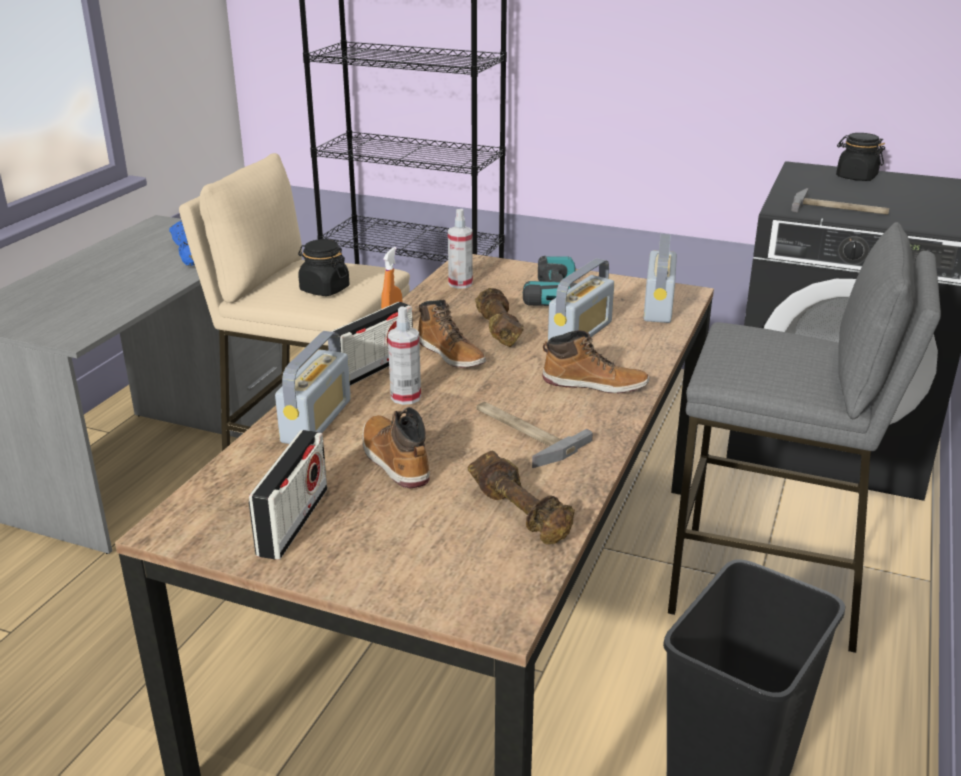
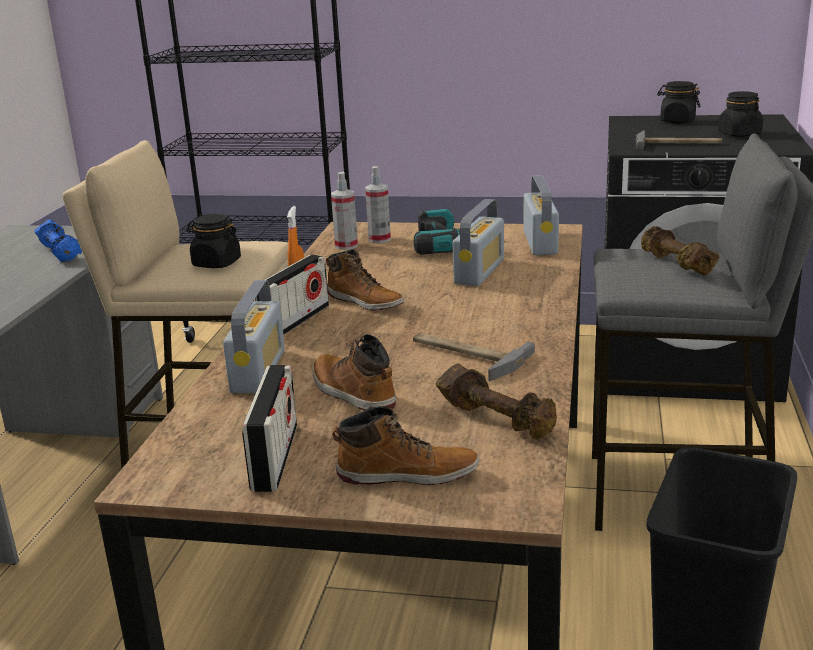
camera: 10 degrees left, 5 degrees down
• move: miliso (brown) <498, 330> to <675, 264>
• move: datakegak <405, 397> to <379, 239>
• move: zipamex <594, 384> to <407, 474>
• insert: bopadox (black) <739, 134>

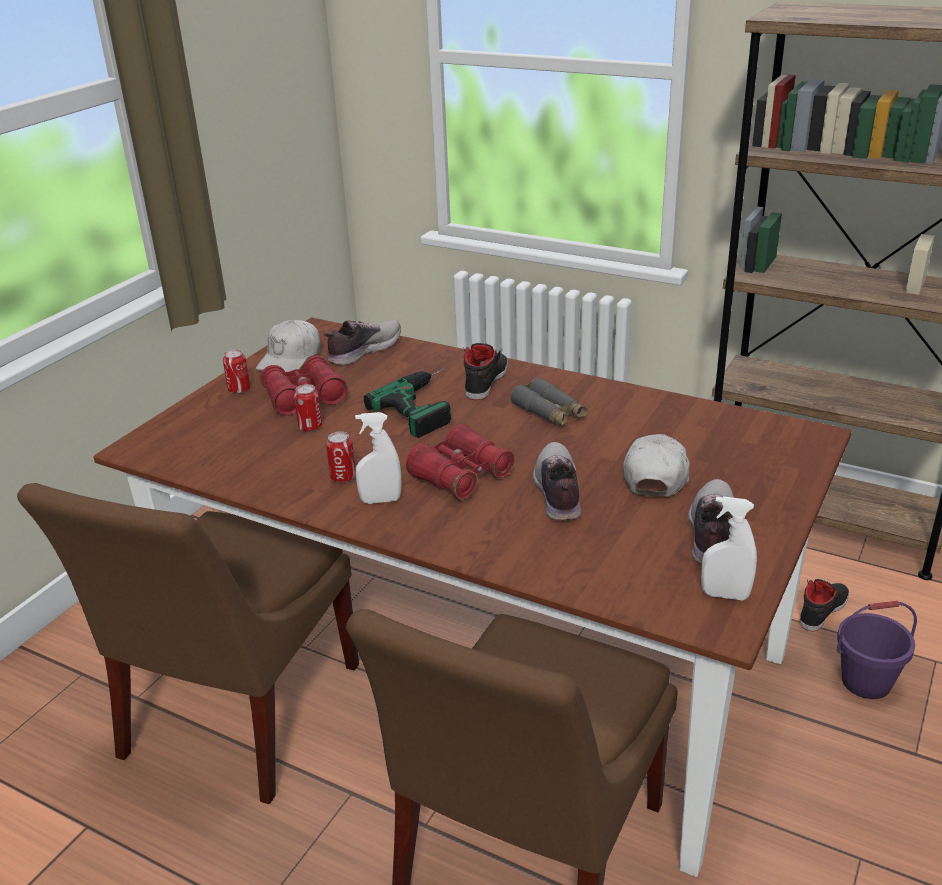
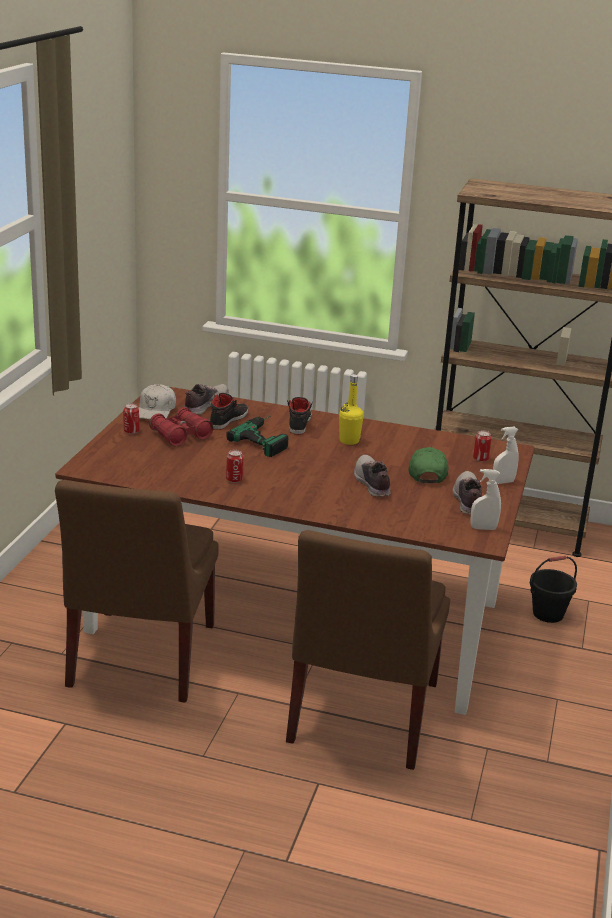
camera: 15 degrees left, 5 degrees down
• replace: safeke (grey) <550, 412> to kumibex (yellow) <349, 441>
• move: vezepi <310, 427> to <480, 459>
• move: datakegak (white) <380, 500> to <503, 482>
• delete: safeke (red) <461, 476>
• recolor: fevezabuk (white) <656, 475> to fevezabuk (green) <427, 473>
• move: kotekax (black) <822, 610> to <228, 419>
• recolor: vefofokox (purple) <866, 682> to vefofokox (black) <548, 614>

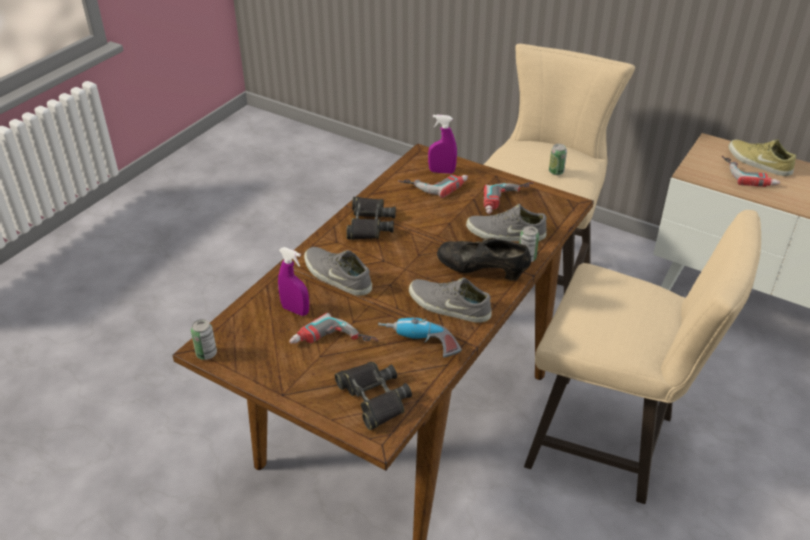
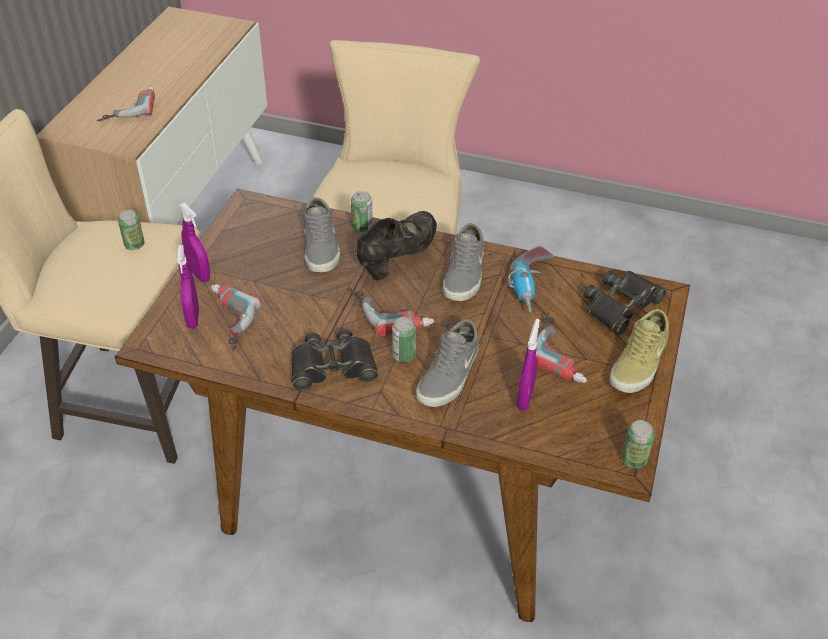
camera: 105 degrees left, 5 degrees up
• move: kotekax (beige) <758, 162> to <640, 363>
• move: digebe <509, 201> to <391, 311>
• rotate: kotekax (black) <482, 272> = <398, 257> 150 degrees counterclockwise
• insert: datakegak (purple) <199, 274>
• insert: vezepi <404, 355>

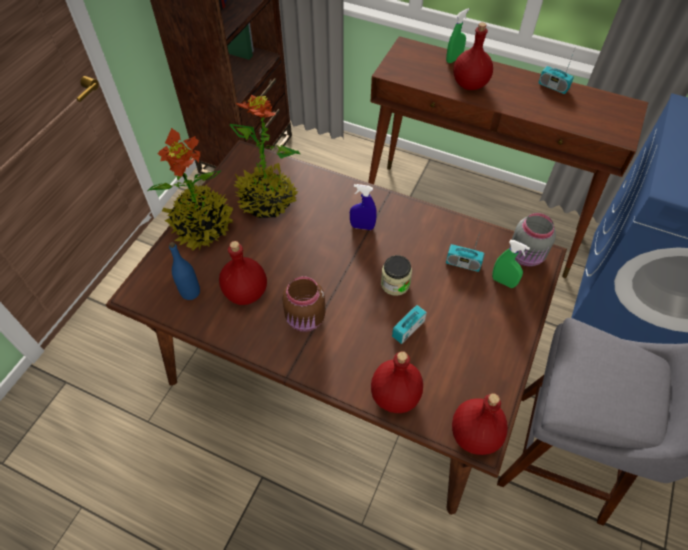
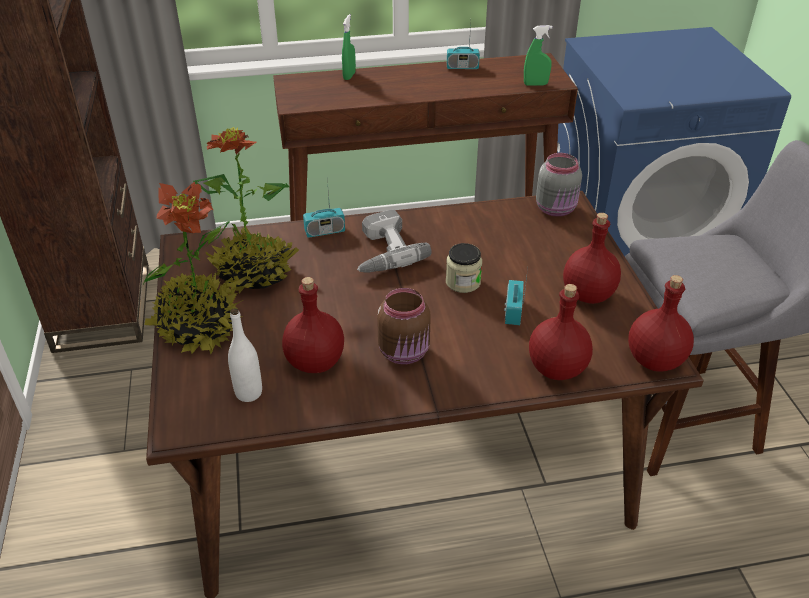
camera: 35 degrees left, 15 degrees down
• move: kumibex (red) <469, 84> to <587, 294>
• replace: datakegak (blue) <362, 227> to digebe <382, 251>
• move: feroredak <463, 263> to <324, 231>
• move: datakegak (green) <503, 282> to <535, 84>
• recolor: kumibex (blue) <190, 292> to kumibex (white) <248, 393>

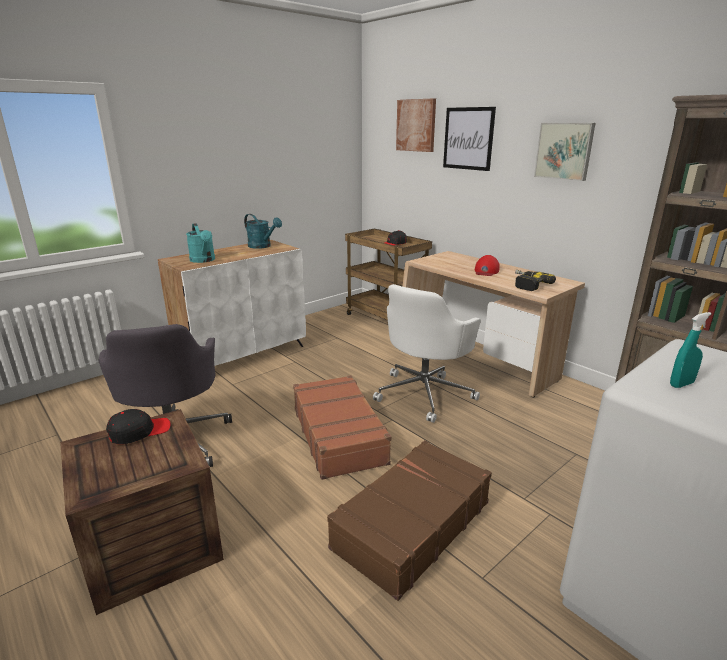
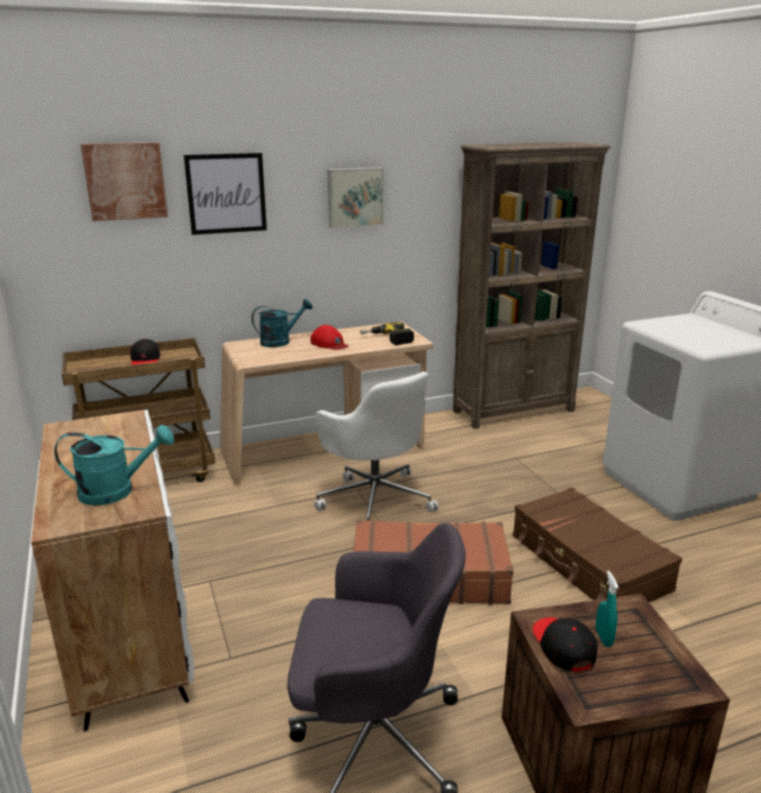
camera: 70 degrees left, 0 degrees up
• move: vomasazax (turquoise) <262, 246> to <280, 341>
• move: datakegak (turquoise) <681, 384> to <603, 638>

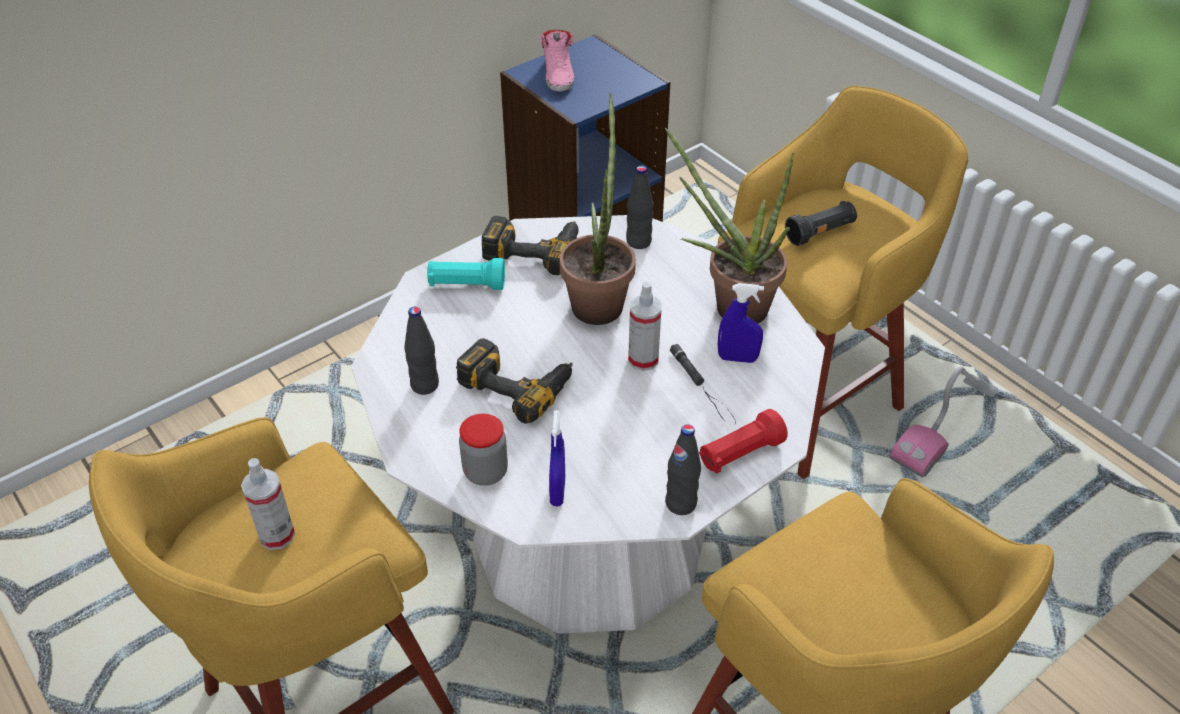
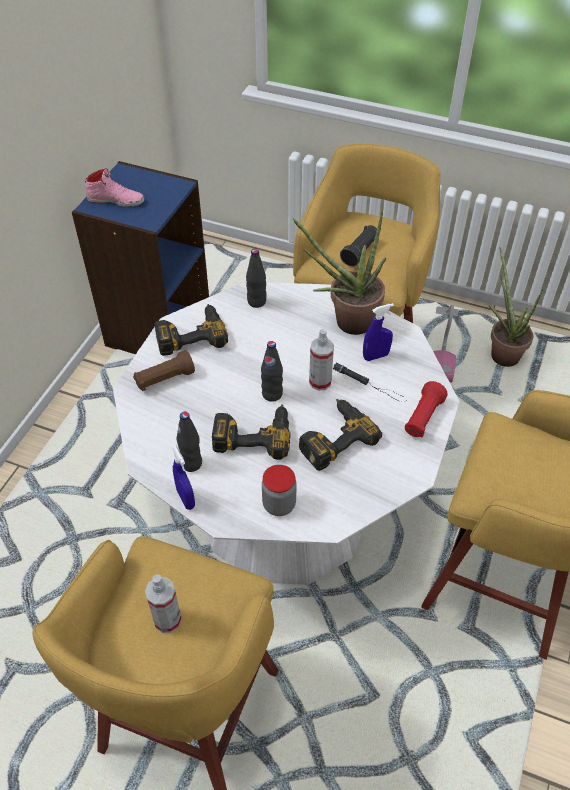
camera: 30 degrees left, 5 degrees up
• rotate: kotekax (pink) <558, 74> = <116, 200> 45 degrees counterclockwise
• move: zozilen <599, 299> to <501, 352>
• recolor: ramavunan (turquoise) <466, 285> to ramavunan (brown) <164, 379>
• move: datakegak (blue) <557, 491> to <186, 499>
• move: kumibex (black) <681, 503> to <272, 394>
• insert: digebe <333, 437>

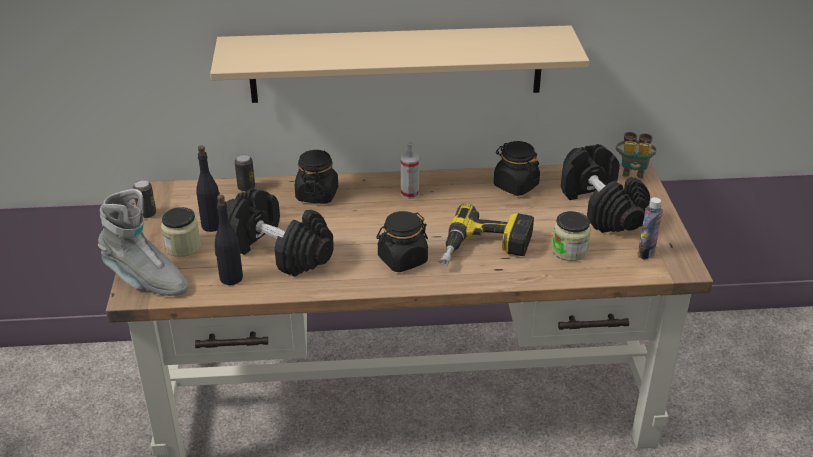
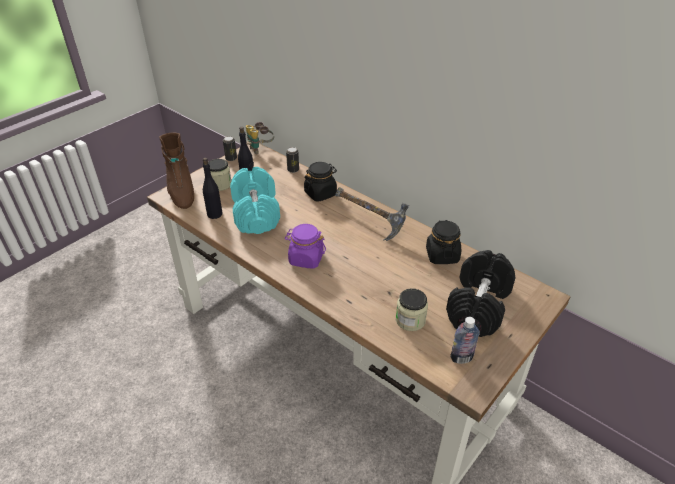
camera: 45 degrees right, 5 degrees up
• delete: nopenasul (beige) <396, 64>
• move: safeke <633, 171> to <260, 149>
• replace: datakegak <409, 193> to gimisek <370, 222>
• recolor: miliso (black) <279, 250> to miliso (turquoise) <256, 213>
• recolor: zipamex (grey) <145, 280> to zipamex (brown) <181, 192>
• delete: digebe <485, 250>
• recolor: bopadox (black) <402, 260> to bopadox (purple) <306, 259>

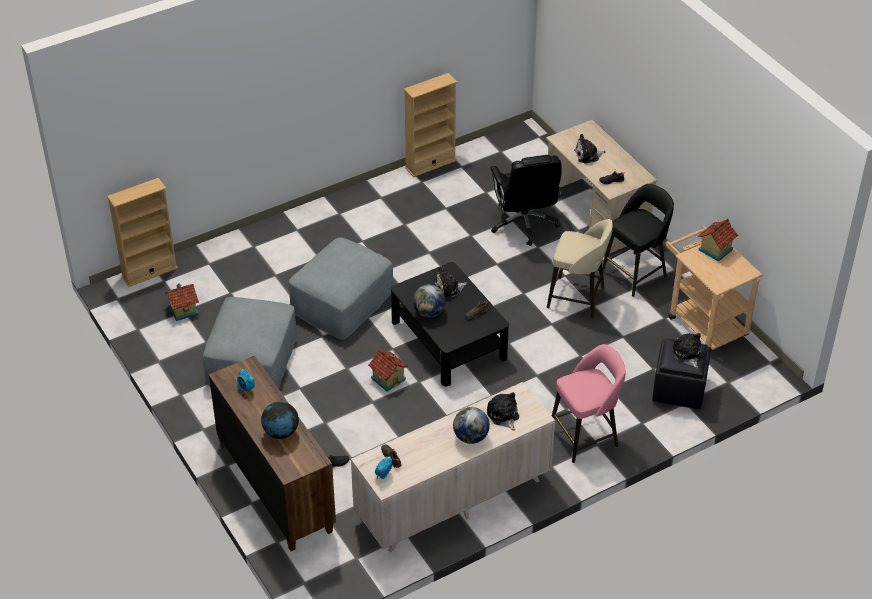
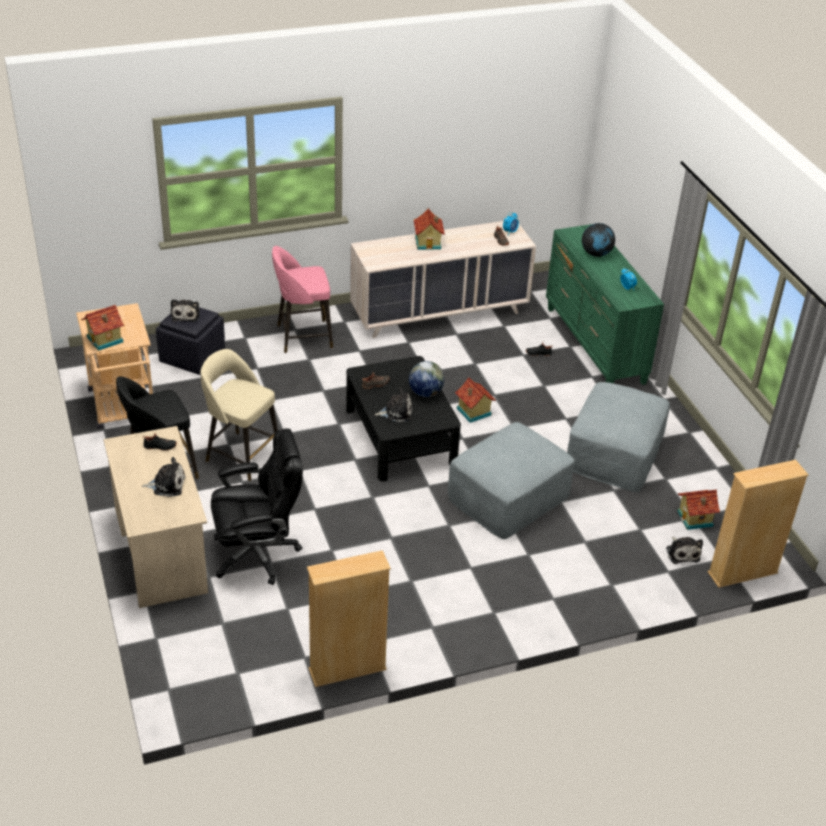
camera: 170 degrees left, 5 degrees down
• rotate: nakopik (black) <524, 224> = <257, 553> 75 degrees clockwise
• recolor: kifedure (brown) <276, 486> to kifedure (green) <594, 346>
• move: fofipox <503, 416> to <682, 553>
• replace: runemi <470, 437> to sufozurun <429, 243>

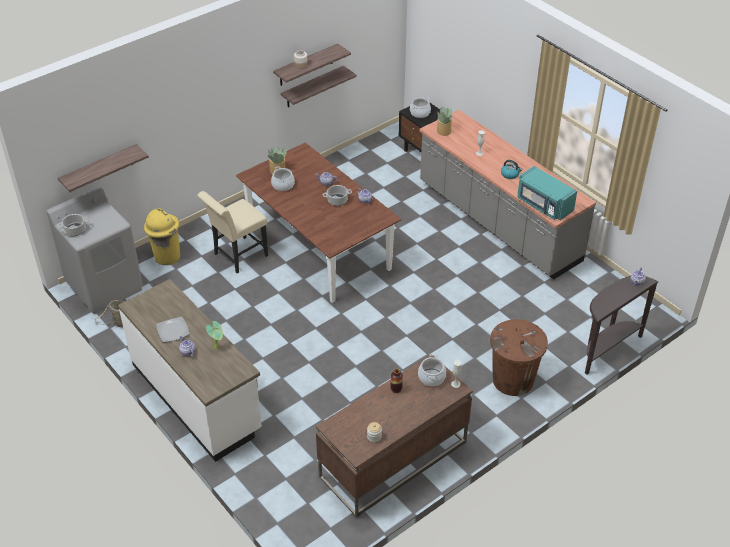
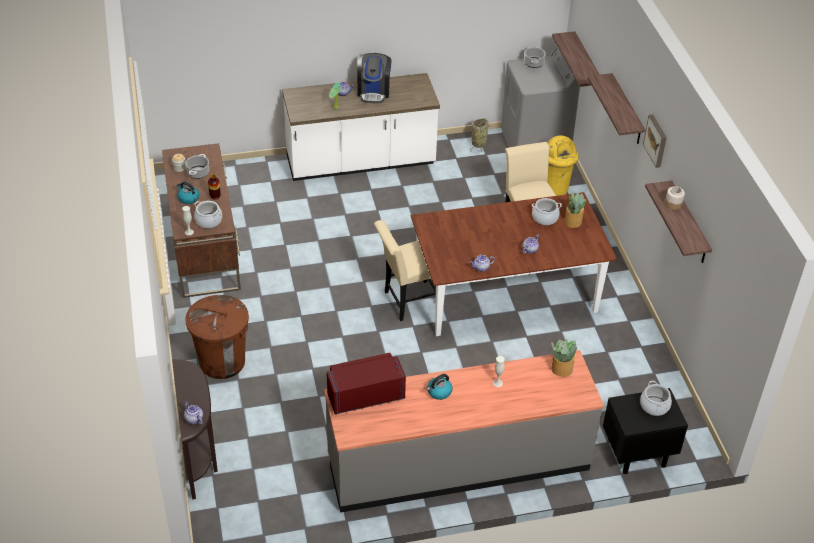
camera: 115 degrees right, 0 degrees up
• move: nopenasul <312, 87> to <626, 110>
• recolor: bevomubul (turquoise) <543, 205> to bevomubul (red) <365, 395>
• move: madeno <337, 201> to <198, 172>
• replace: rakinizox <172, 330> to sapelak <373, 91>
• insert: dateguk <656, 140>
• insert: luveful <188, 198>
• insert: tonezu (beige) <408, 302>

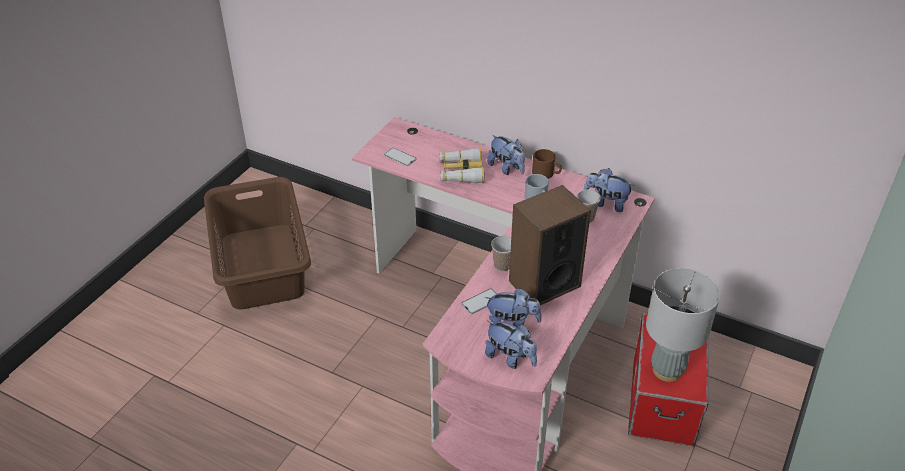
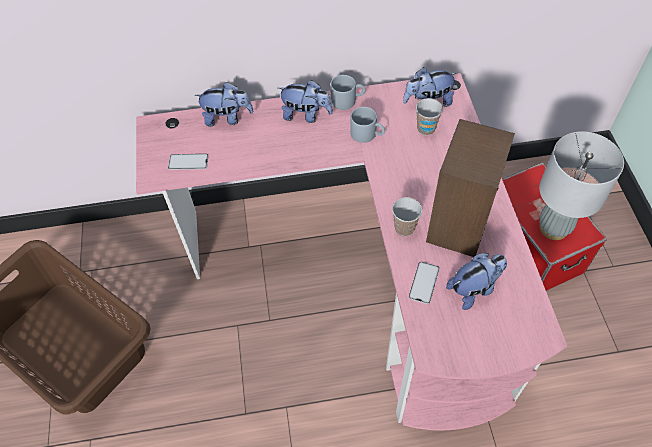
camera: 35 degrees left, 15 degrees up
• delete: safeke <461, 172>
• recolor: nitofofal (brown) <546, 173> to nitofofal (grey) <347, 100>
• move: fofipox <510, 358> to <227, 118>

